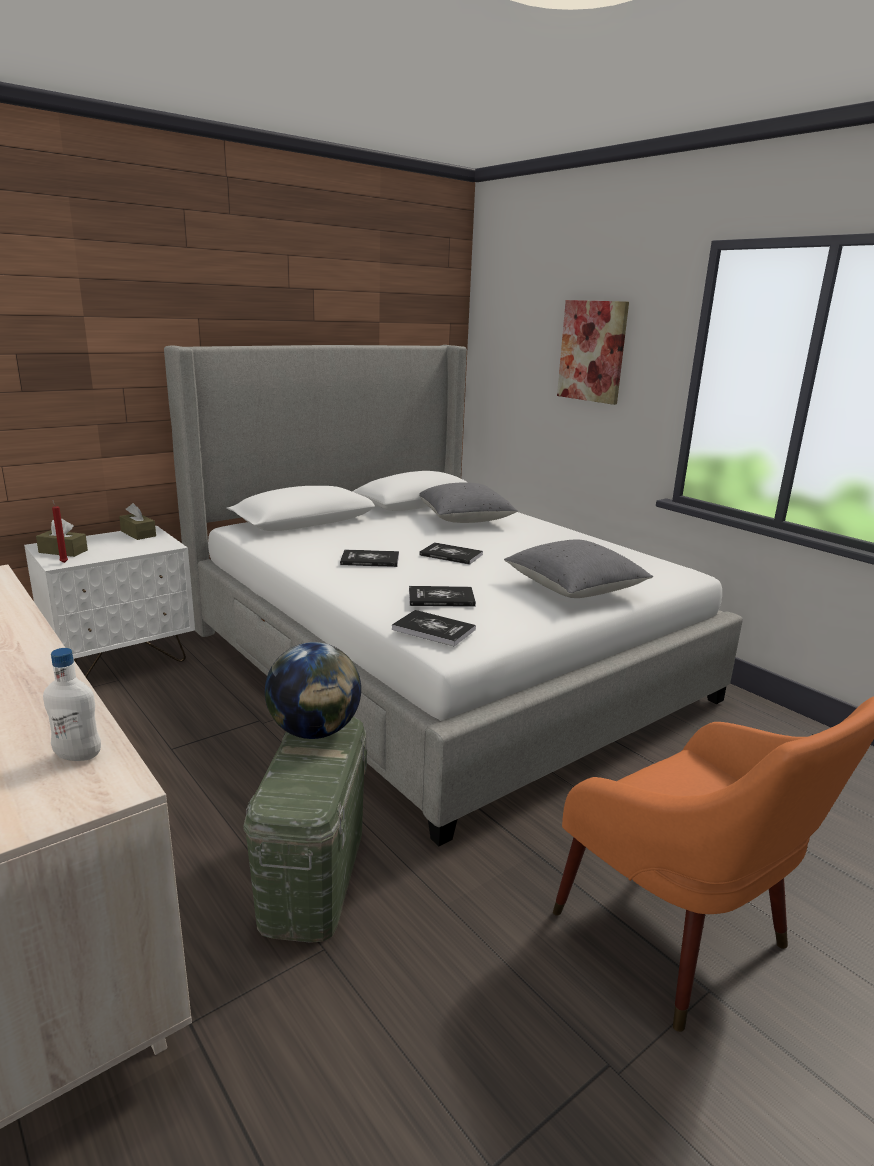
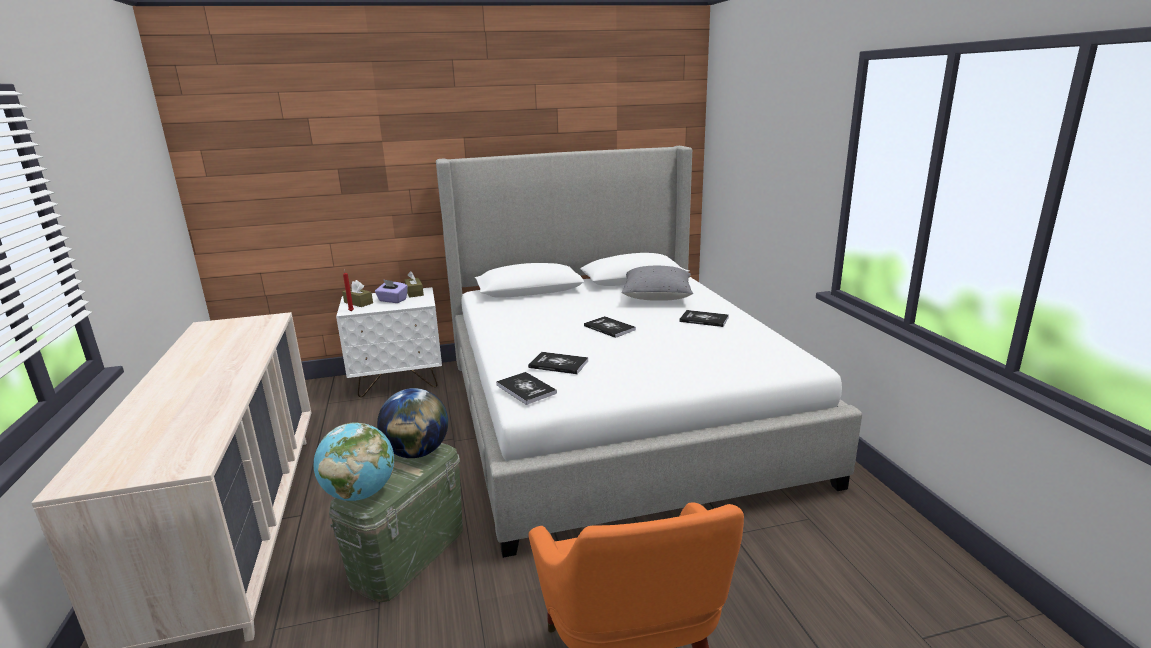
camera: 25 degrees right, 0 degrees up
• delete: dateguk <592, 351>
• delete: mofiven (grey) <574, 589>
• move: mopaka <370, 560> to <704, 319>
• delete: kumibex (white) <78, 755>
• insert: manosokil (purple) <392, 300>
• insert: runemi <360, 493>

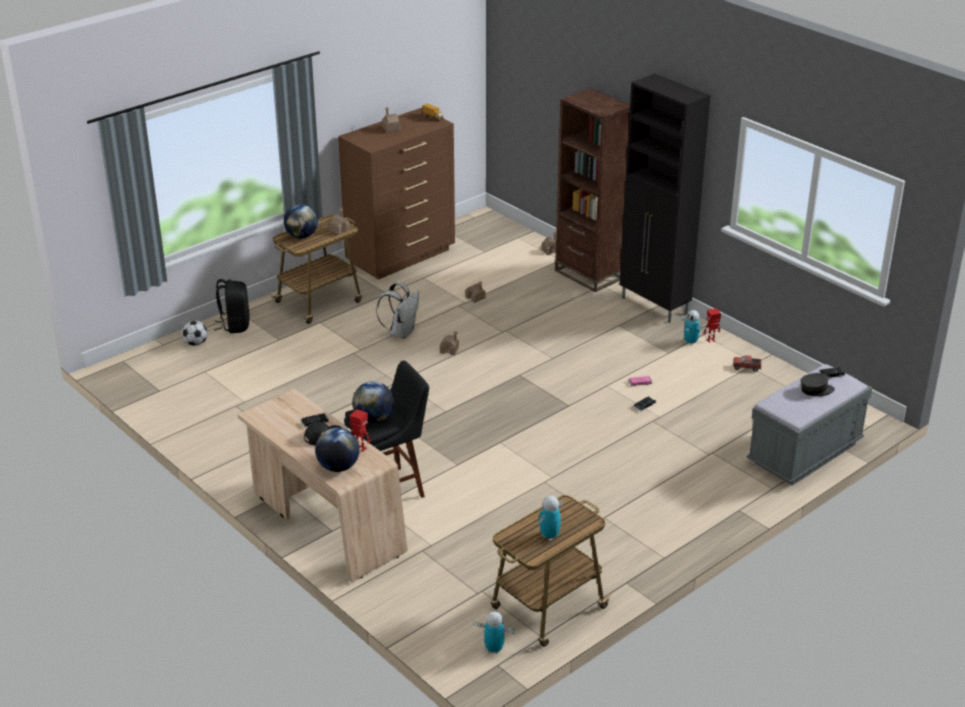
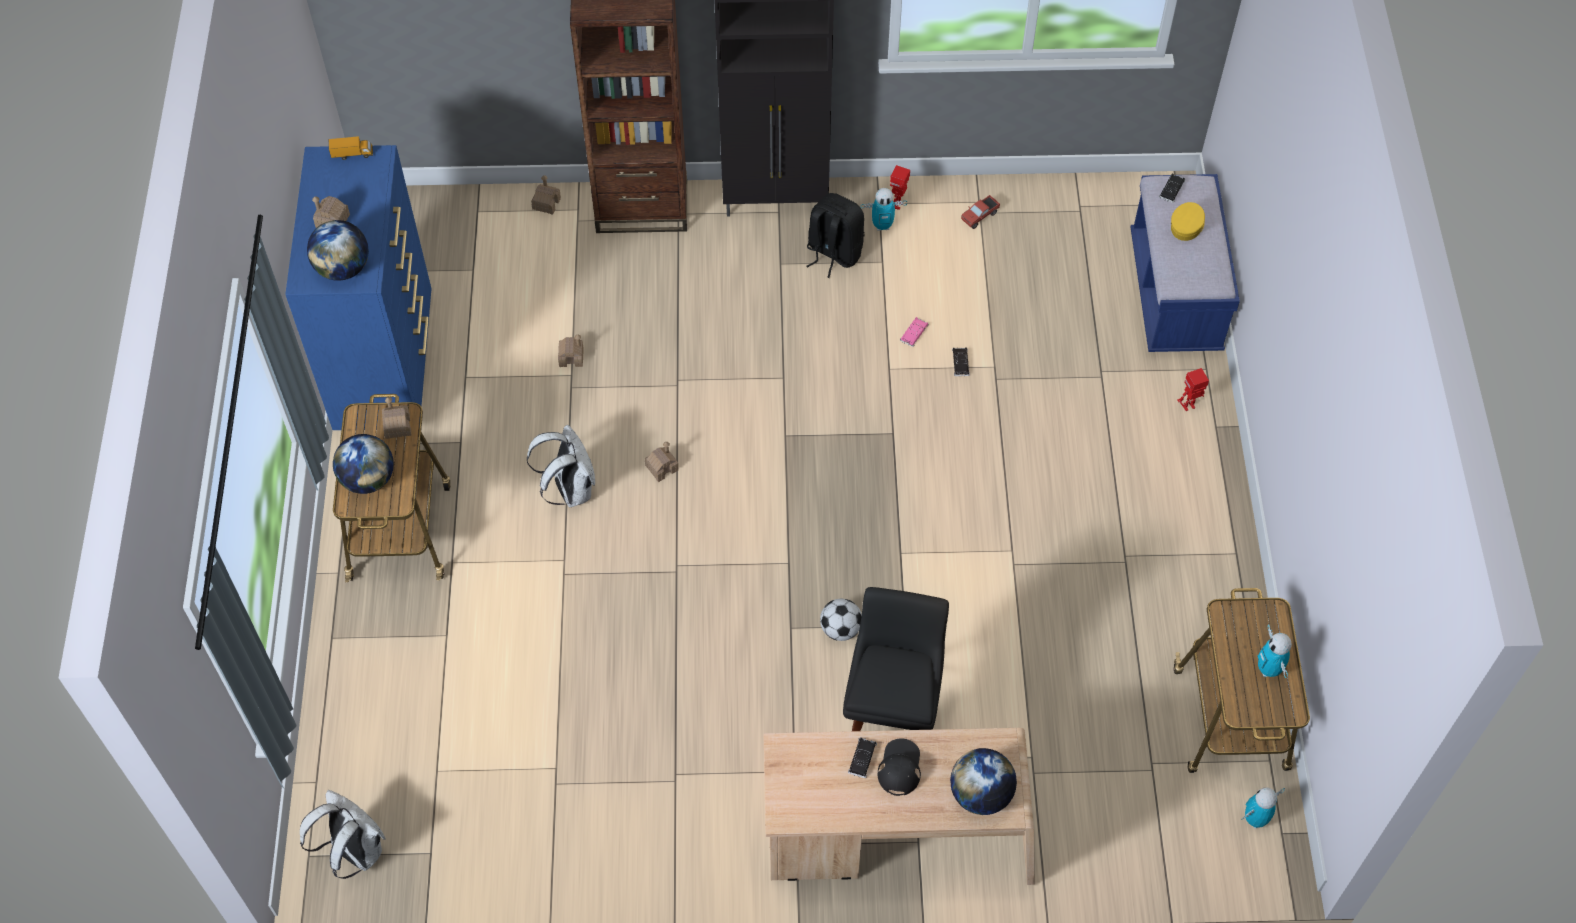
camera: 50 degrees left, 25 degrees up
• recolor: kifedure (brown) <402, 256> to kifedure (blue) <387, 364>
• move: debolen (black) <235, 325> to <833, 253>
• move: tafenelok <196, 343> to <840, 629>
• recolor: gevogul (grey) <805, 453> to gevogul (blue) <1174, 294>
• recolor: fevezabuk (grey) <816, 390> to fevezabuk (yellow) <1187, 225>
• move: runemi <374, 419> to <343, 268>
• move: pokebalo <360, 449> to <1188, 406>
• insert: debolen (white) <354, 851>

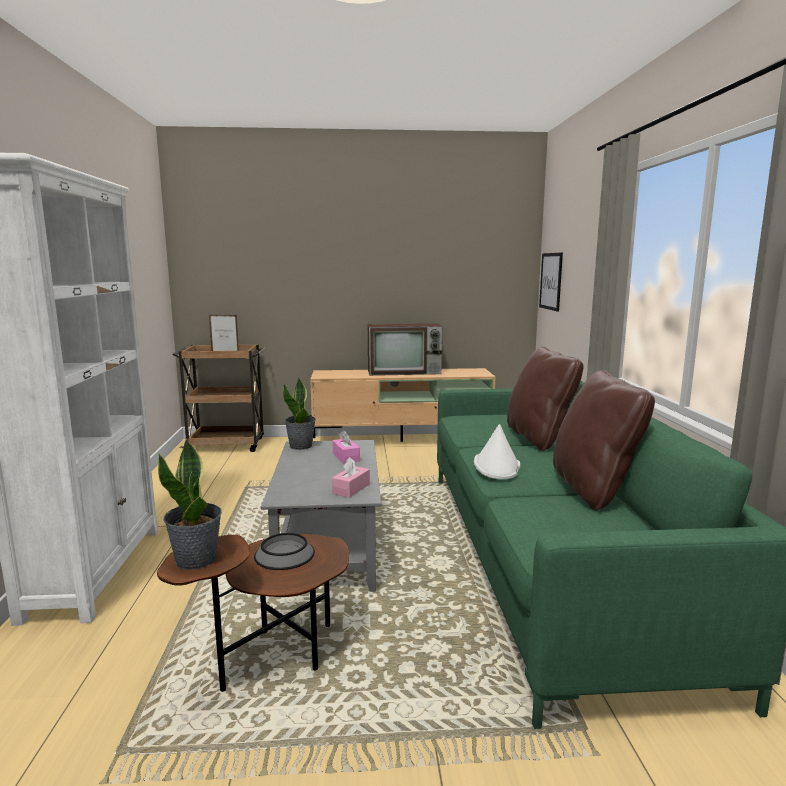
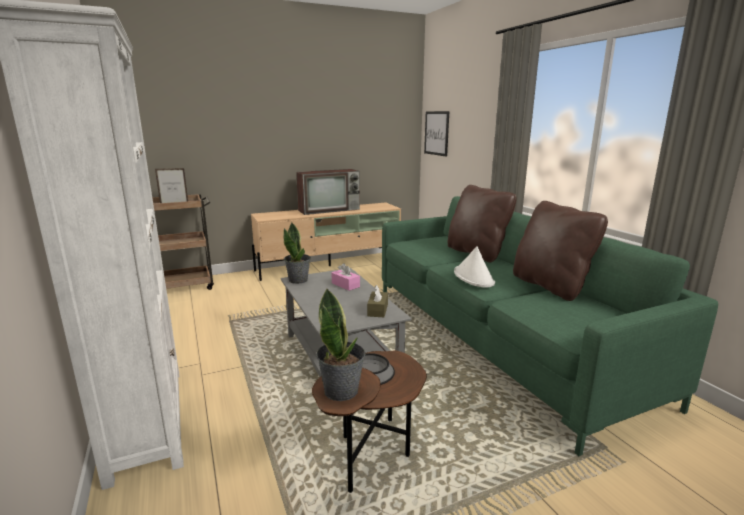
camera: 20 degrees left, 5 degrees up
• recolor: manosokil (pink) <351, 489> to manosokil (brown) <377, 310>

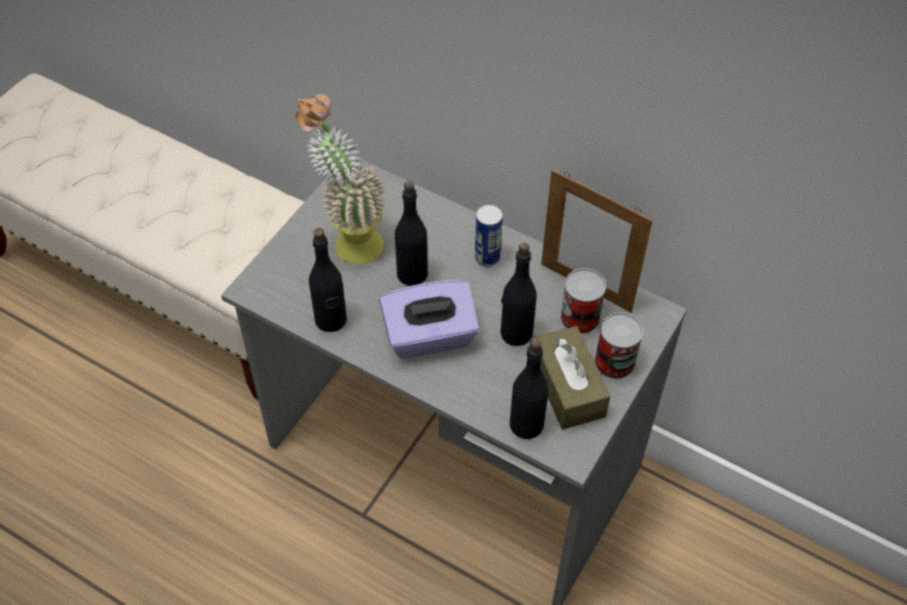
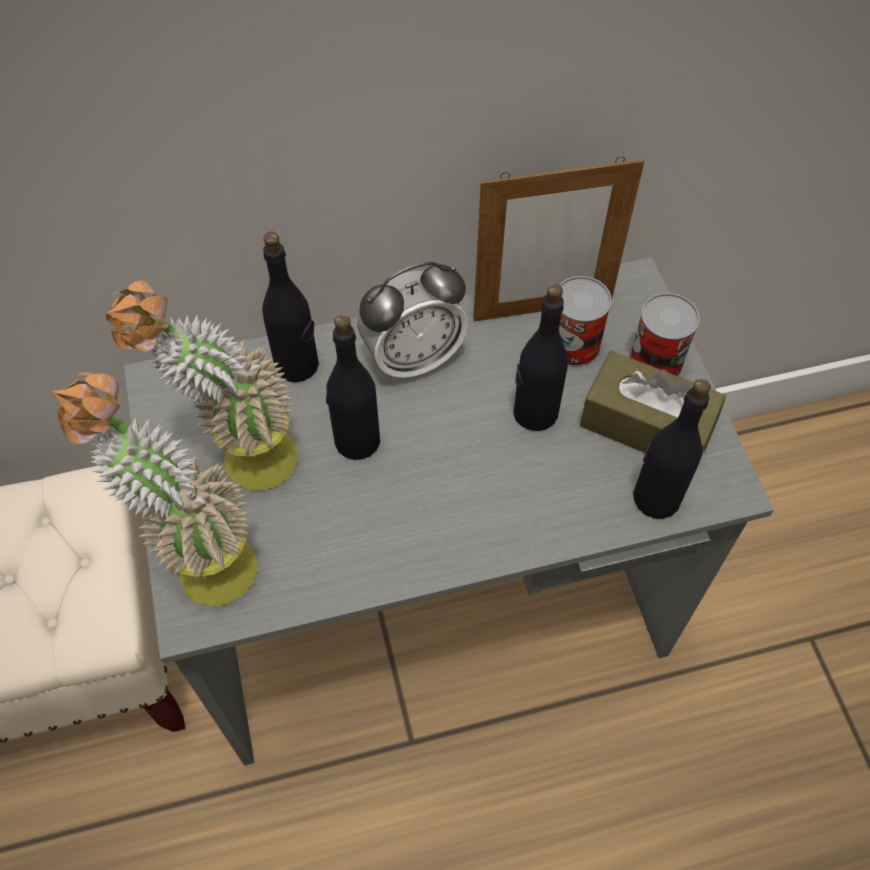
camera: 45 degrees left, 5 degrees up
• replace: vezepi <487, 257> to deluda <413, 358>
• move: kumibex (black) <331, 320> to <297, 365>
• delete: manosokil (purple) <430, 337>
• insert: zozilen <199, 562>

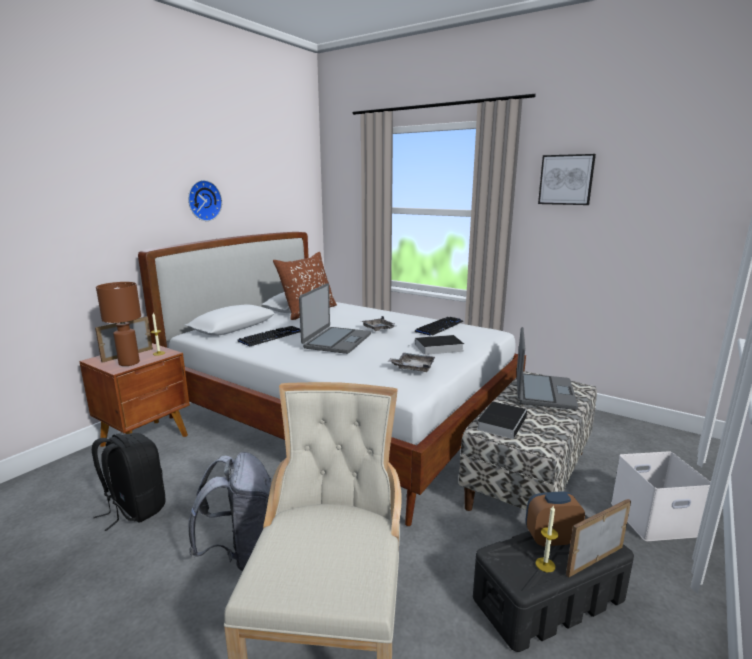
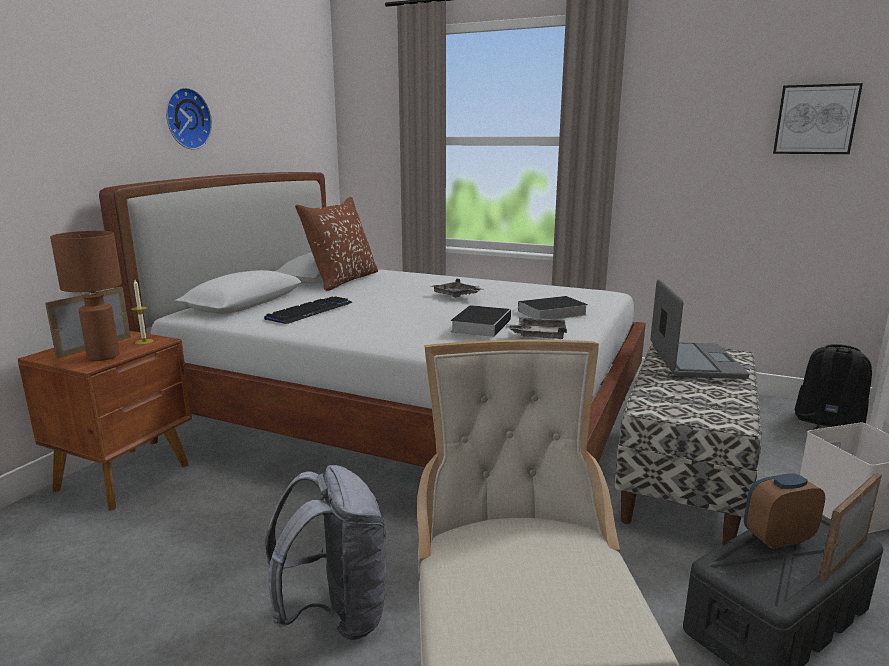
camera: 10 degrees left, 0 degrees up
• move: dateguk <566, 180> to <815, 119>
• delete: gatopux <336, 341>
• delete: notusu <439, 327>
• move: mopaka <502, 422> to <481, 325>
• move: debolen (black) <135, 509> to <827, 423>
• delete: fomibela <545, 565>

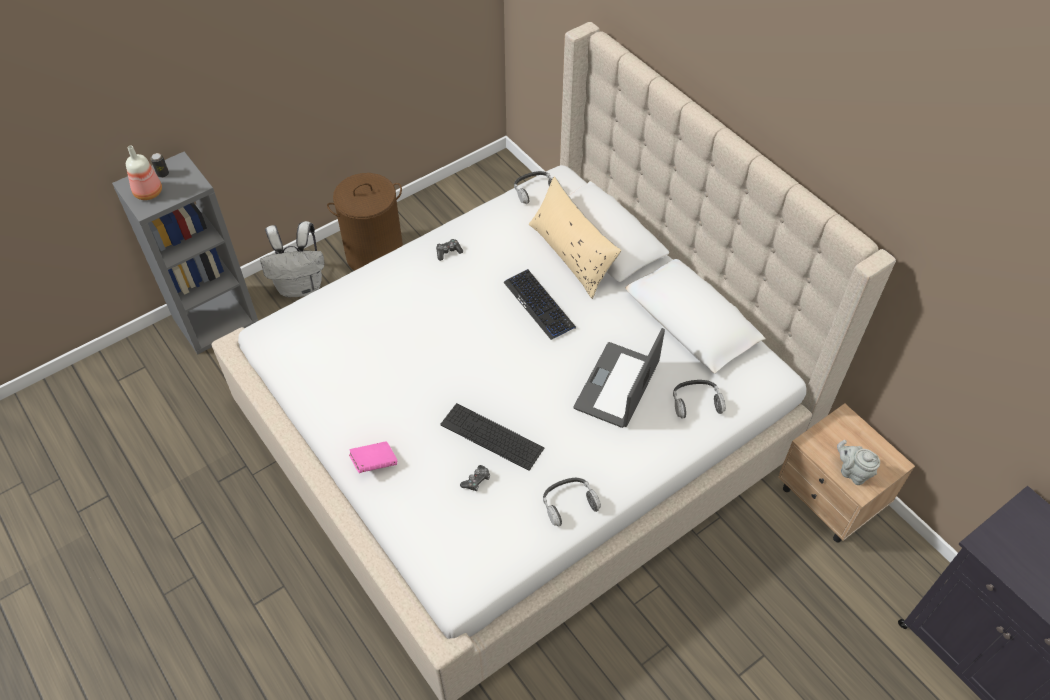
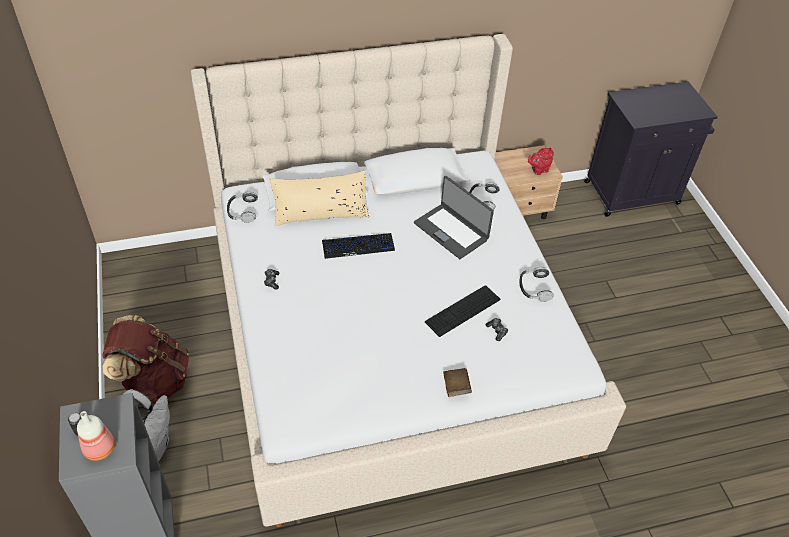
camera: 70 degrees left, 5 degrees down
• replace: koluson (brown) <375, 255> to debolen (brown) <154, 381>
• recolor: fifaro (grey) <852, 472> to fifaro (red) <538, 170>
• recolor: mopaka (pink) <374, 463> to mopaka (brown) <456, 387>

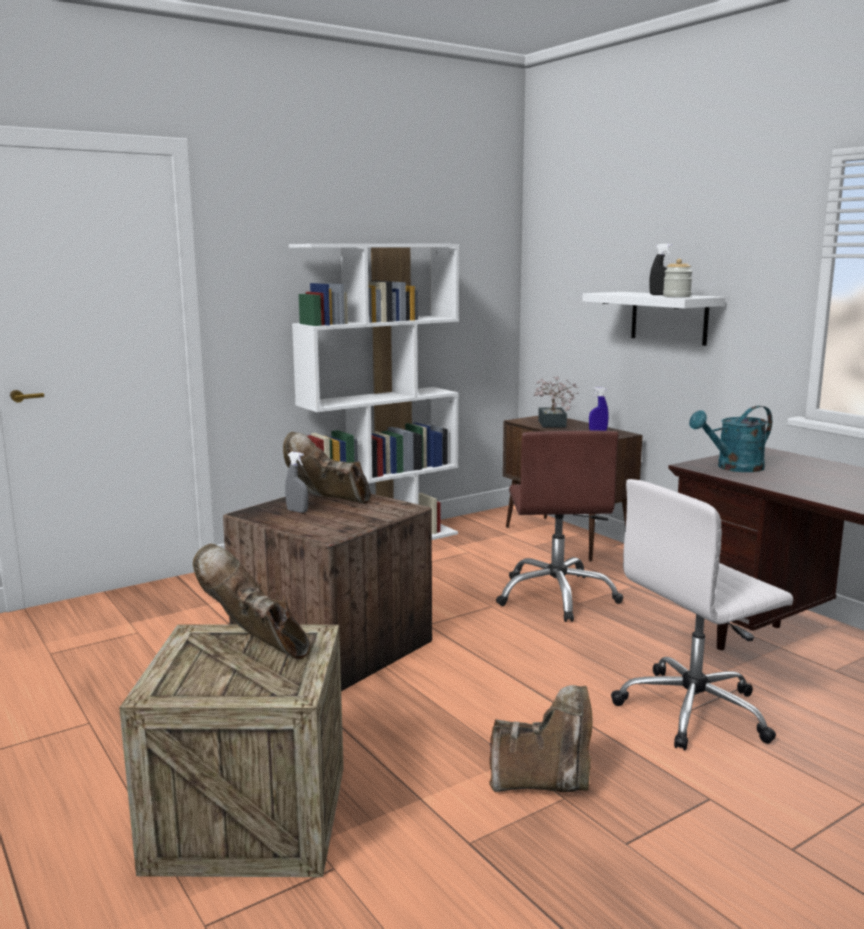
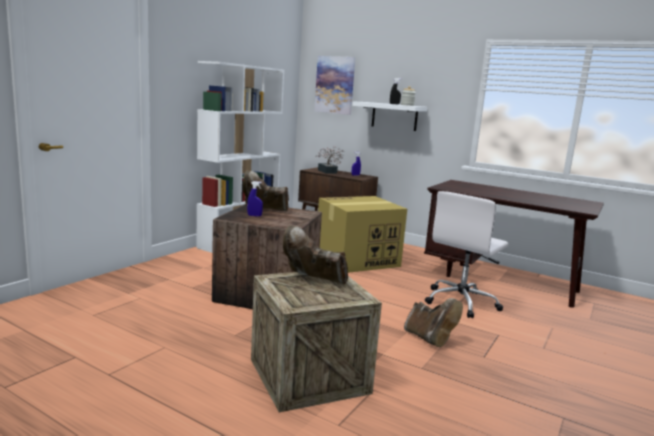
camera: 25 degrees left, 0 degrees up
• delete: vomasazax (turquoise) <733, 468>
• replace: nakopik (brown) <557, 596> to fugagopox <356, 260>
• recolor: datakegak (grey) <297, 511> to datakegak (blue) <254, 215>
• rotate: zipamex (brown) <544, 783> = <429, 339> 75 degrees clockwise
• insert: dateguk <335, 85>

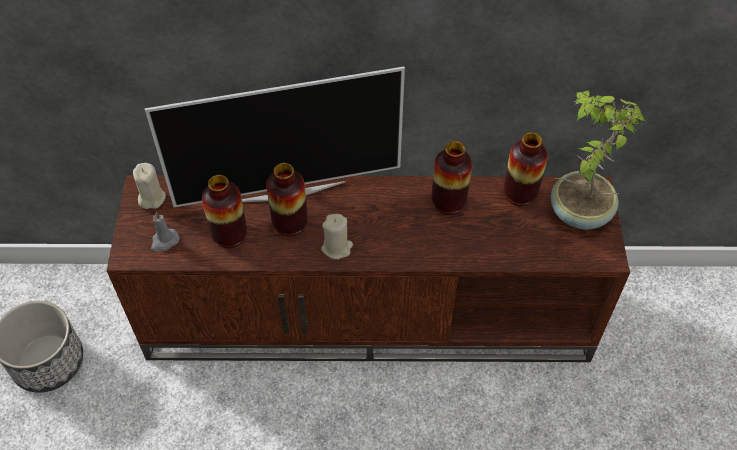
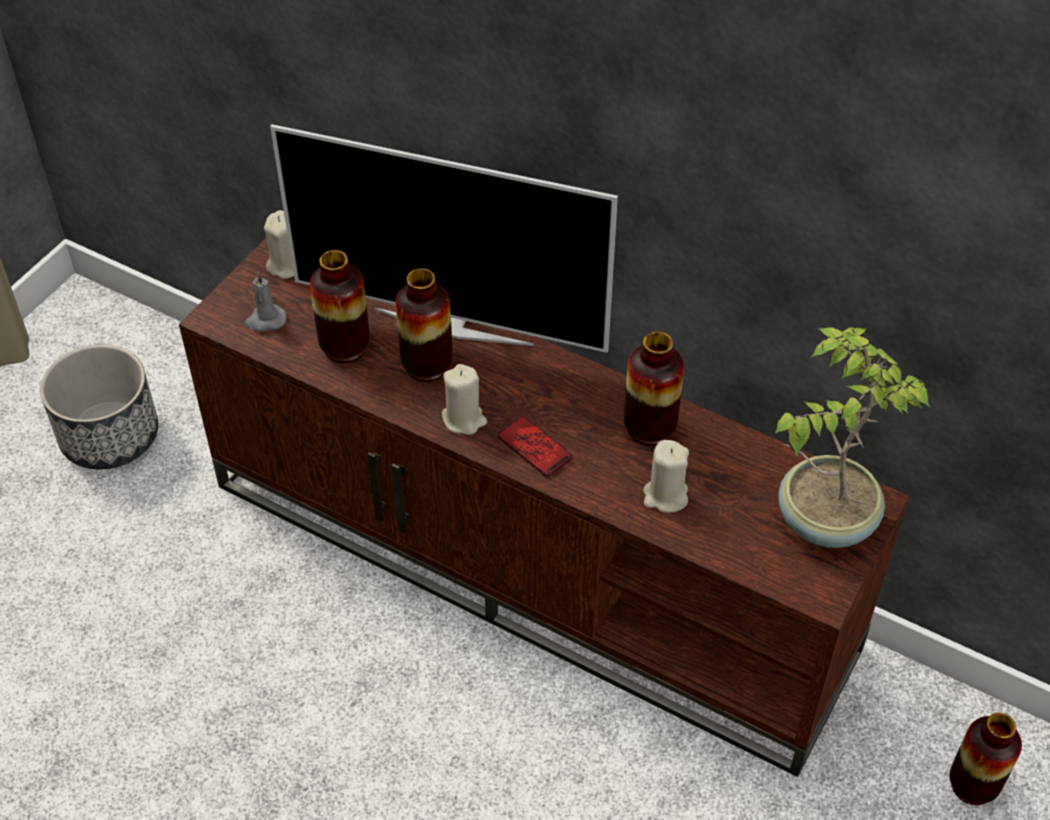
camera: 30 degrees right, 5 degrees down
• move: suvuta <519, 194> to <972, 785>
• insert: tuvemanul <534, 447>
• insert: fomibela (beige) <665, 496>

